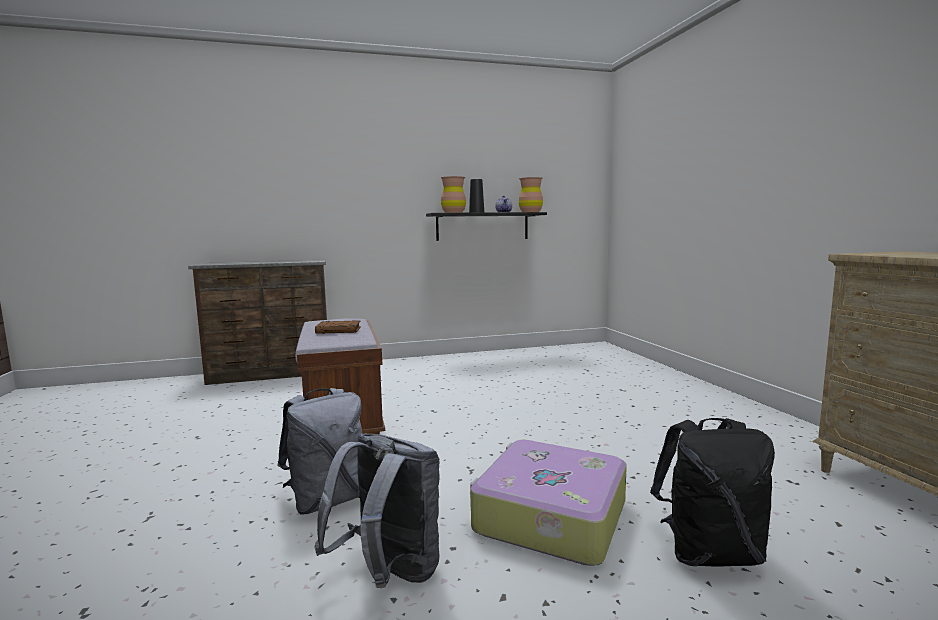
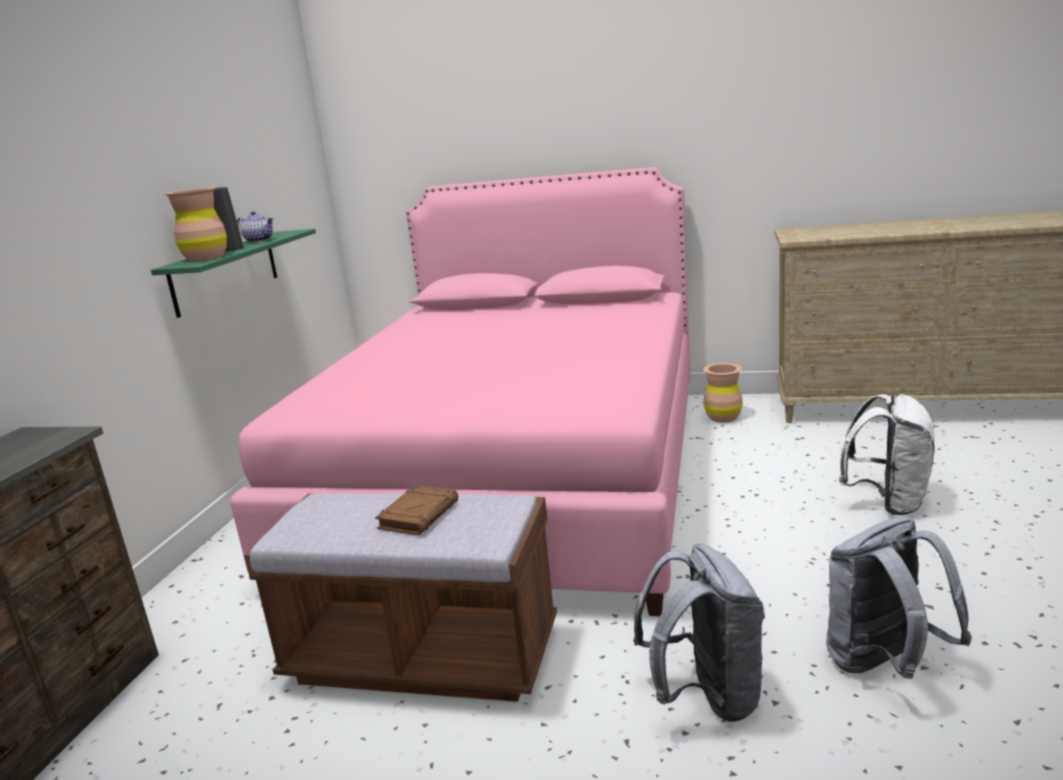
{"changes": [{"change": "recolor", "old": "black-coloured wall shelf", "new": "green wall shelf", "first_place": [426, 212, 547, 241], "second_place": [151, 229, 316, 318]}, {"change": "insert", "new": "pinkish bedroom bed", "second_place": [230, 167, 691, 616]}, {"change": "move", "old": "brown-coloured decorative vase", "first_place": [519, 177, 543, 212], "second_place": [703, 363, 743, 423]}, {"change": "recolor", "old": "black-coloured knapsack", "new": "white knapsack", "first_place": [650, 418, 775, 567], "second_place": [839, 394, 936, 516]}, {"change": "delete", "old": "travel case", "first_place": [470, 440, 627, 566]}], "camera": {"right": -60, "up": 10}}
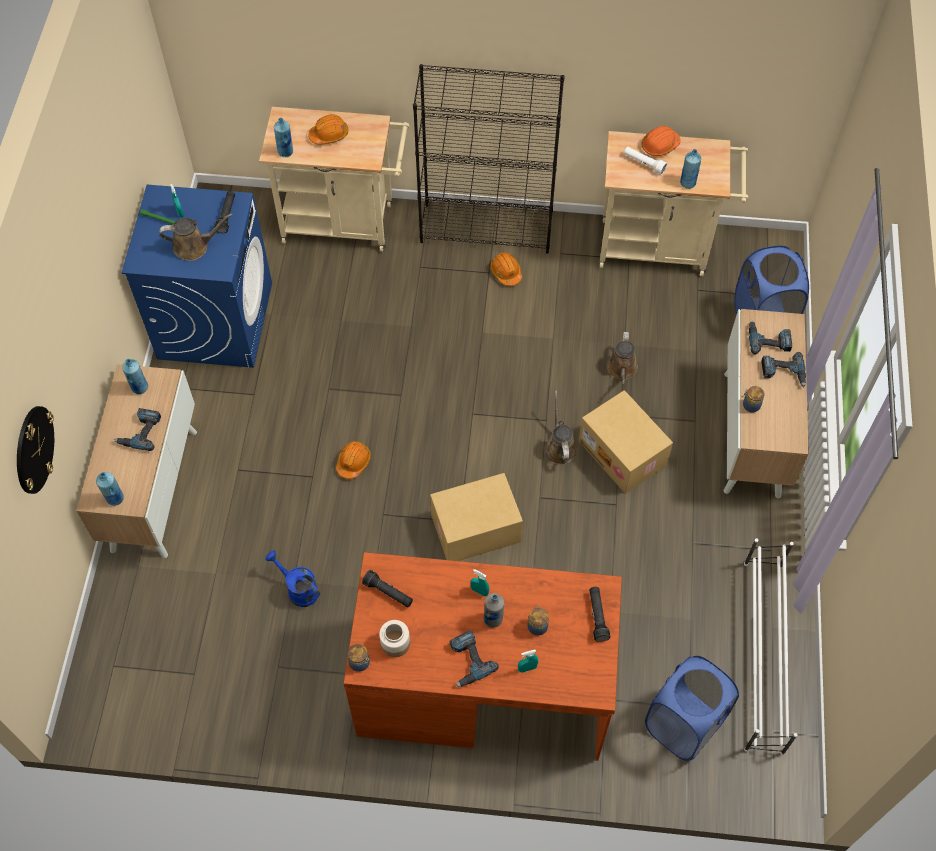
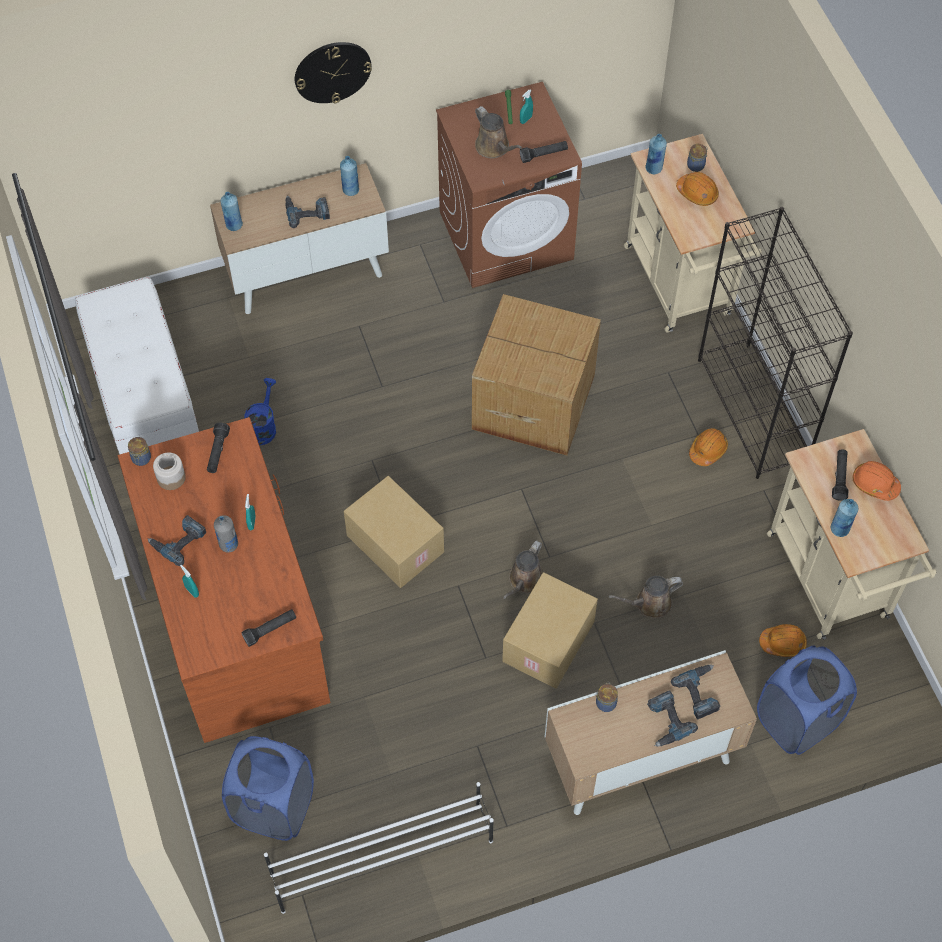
{"changes": [{"change": "insert", "new": "white indoor bench", "second_place": [75, 277, 199, 454]}, {"change": "move", "old": "clock on the wall", "first_place": [17, 406, 54, 494], "second_place": [295, 42, 372, 103]}, {"change": "recolor", "old": "blue-coloured laundry machine", "new": "brown-coloured laundry machine", "first_place": [121, 185, 272, 368], "second_place": [436, 82, 582, 288]}, {"change": "insert", "new": "cardboard box", "second_place": [472, 294, 601, 456]}, {"change": "rotate", "old": "brown-coloured sprinkling can", "first_place": [544, 390, 577, 465], "second_place": [503, 540, 544, 599], "degrees": 150}, {"change": "move", "old": "preserve jar", "first_place": [527, 606, 549, 636], "second_place": [687, 144, 708, 172]}, {"change": "move", "old": "orange-coloured safety helmet", "first_place": [336, 441, 371, 479], "second_place": [759, 624, 807, 657]}, {"change": "recolor", "old": "white flashlight", "new": "black-coloured flashlight", "first_place": [624, 147, 667, 175], "second_place": [832, 449, 849, 501]}], "camera": {"right": 65, "up": 0}}
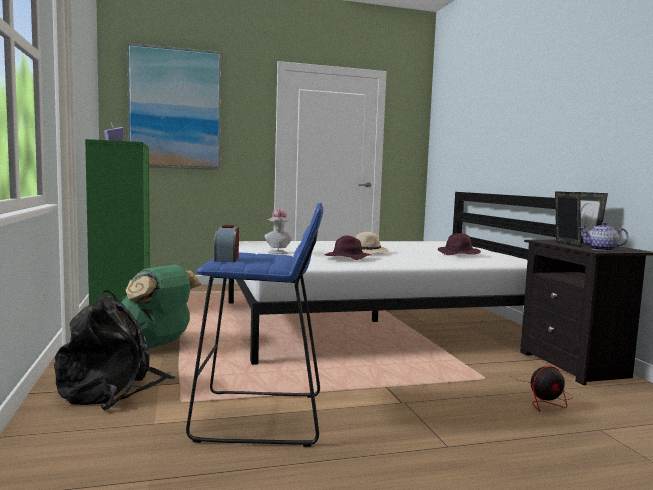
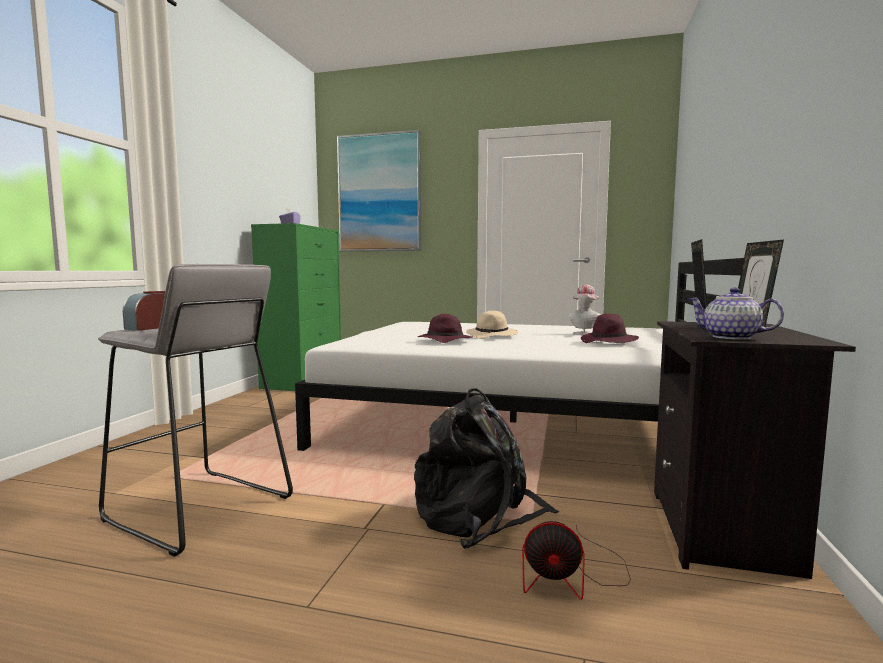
{"changes": [{"change": "recolor", "old": "blue-coloured stool", "new": "grey stool", "first_place": [186, 203, 323, 447], "second_place": [98, 264, 293, 557]}, {"change": "move", "old": "black-coloured knapsack", "first_place": [54, 290, 175, 410], "second_place": [414, 388, 559, 549]}, {"change": "move", "old": "clothing hat", "first_place": [265, 209, 293, 254], "second_place": [569, 285, 601, 335]}, {"change": "delete", "old": "green knapsack", "first_place": [121, 265, 201, 348]}], "camera": {"right": 30, "up": 0}}
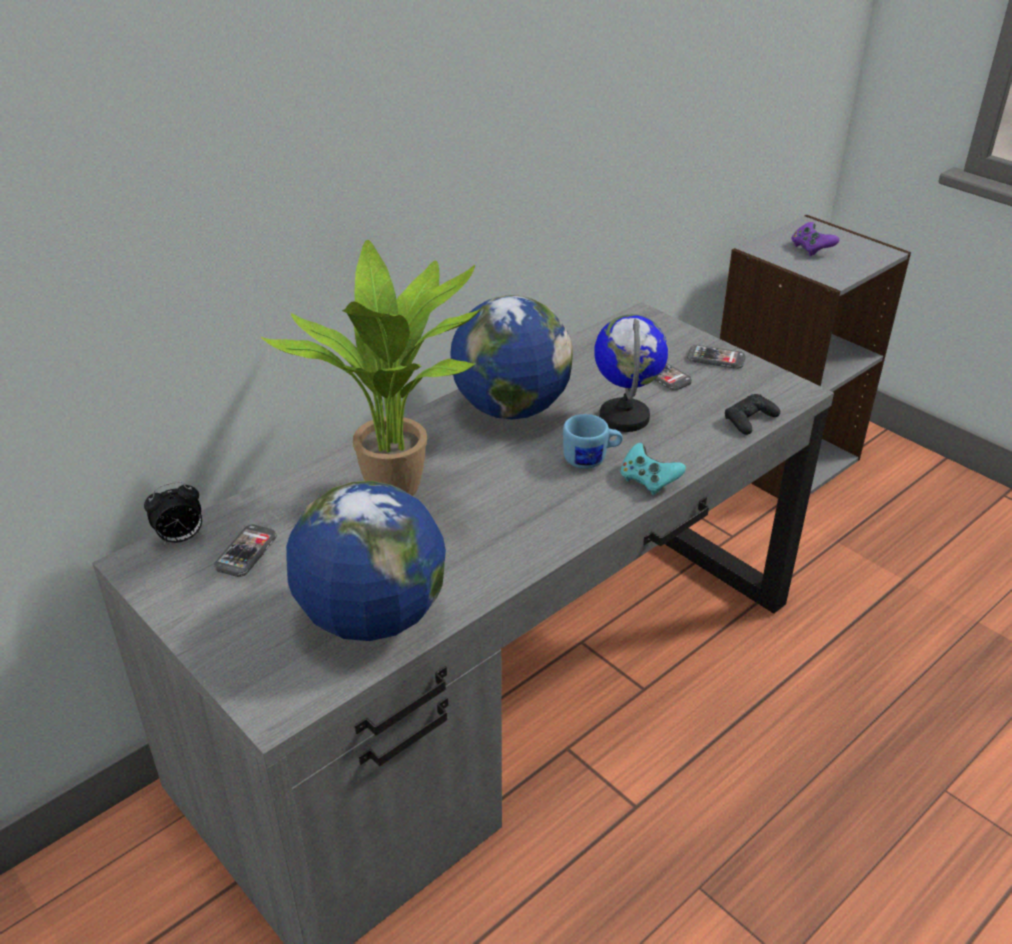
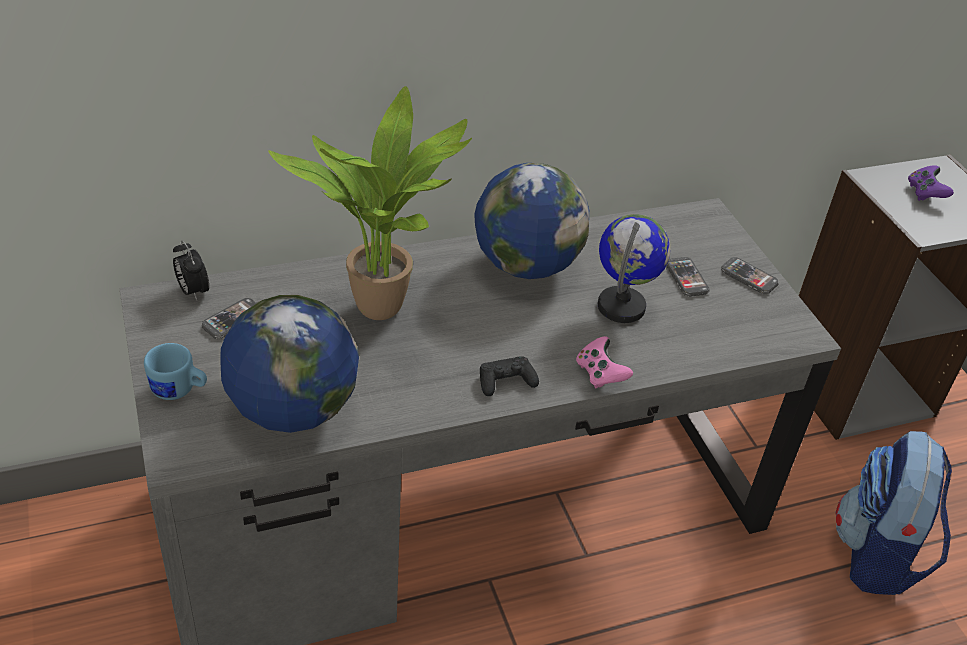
{"changes": [{"change": "move", "old": "blue-coloured tea mug", "first_place": [563, 414, 623, 469], "second_place": [144, 343, 207, 400]}, {"change": "rotate", "old": "table clock", "first_place": [144, 481, 202, 545], "second_place": [173, 240, 209, 300], "degrees": 60}, {"change": "move", "old": "black-coloured gamepad", "first_place": [725, 394, 780, 435], "second_place": [480, 356, 539, 396]}, {"change": "recolor", "old": "turquoise gamepad", "new": "pinkish gamepad", "first_place": [620, 443, 686, 495], "second_place": [576, 336, 633, 388]}, {"change": "insert", "new": "knapsack", "second_place": [835, 431, 952, 595]}], "camera": {"right": 20, "up": 5}}
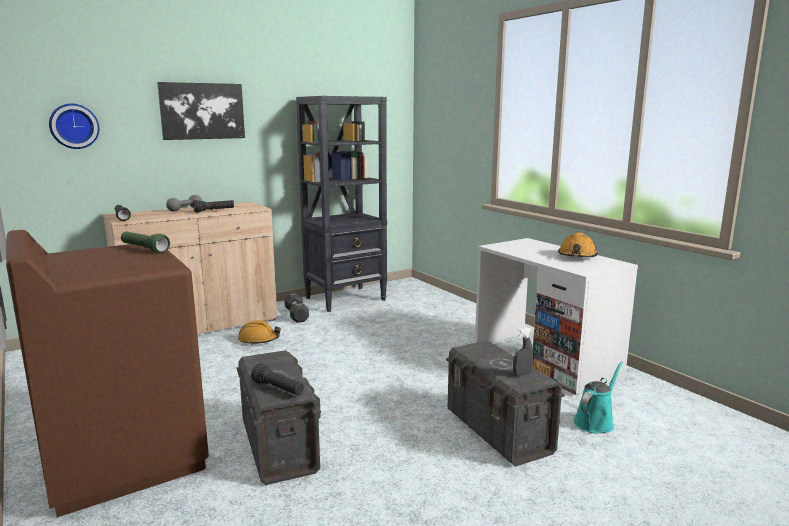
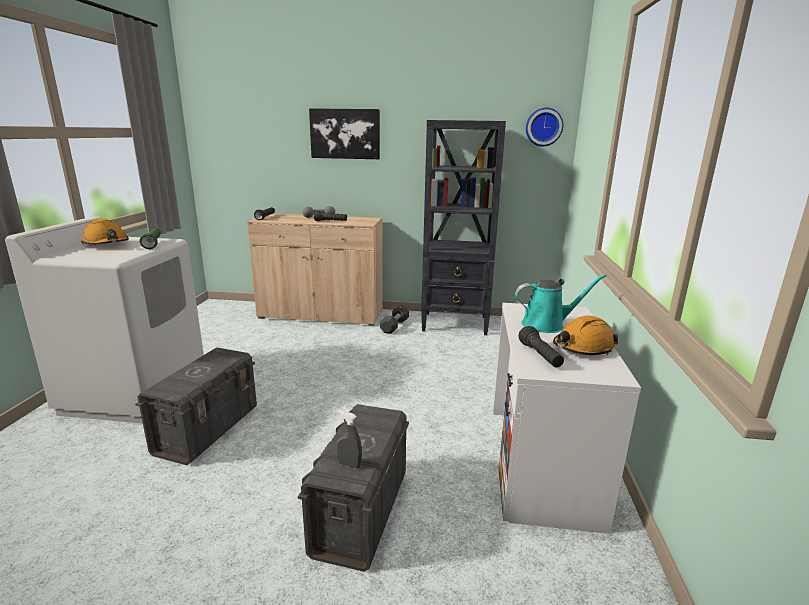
{"changes": [{"change": "recolor", "old": "brown-coloured laundry machine", "new": "white laundry machine", "first_place": [6, 230, 209, 517], "second_place": [5, 217, 204, 424]}, {"change": "move", "old": "orange-coloured safety helmet", "first_place": [238, 320, 281, 345], "second_place": [81, 218, 129, 245]}, {"change": "move", "old": "turquoise sprinkling can", "first_place": [573, 362, 623, 434], "second_place": [515, 274, 607, 333]}, {"change": "move", "old": "black-coloured flashlight", "first_place": [251, 364, 304, 395], "second_place": [519, 326, 564, 367]}, {"change": "move", "old": "clock on the wall", "first_place": [49, 104, 99, 149], "second_place": [526, 108, 563, 146]}], "camera": {"right": 40, "up": 5}}
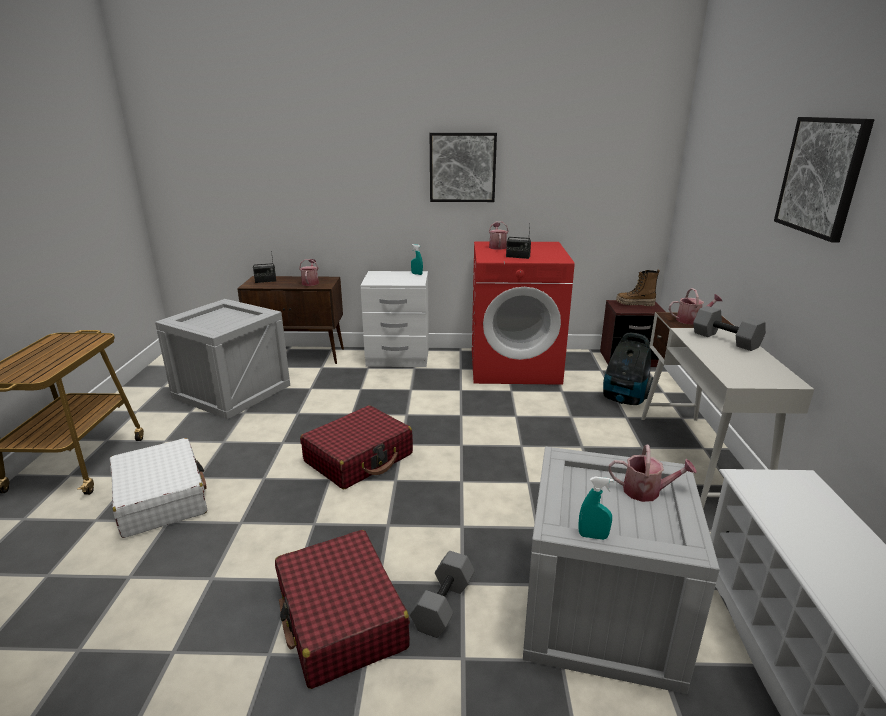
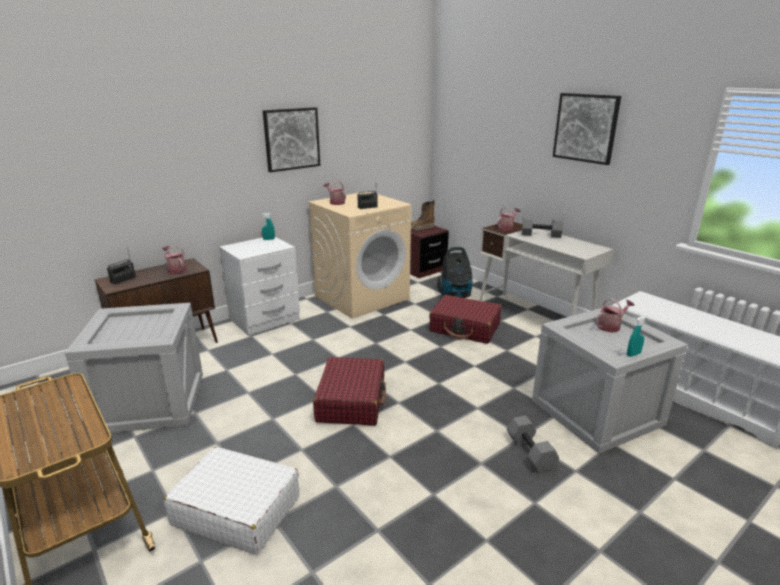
{"changes": [{"change": "recolor", "old": "reddish laundry machine", "new": "beige-coloured laundry machine", "first_place": [472, 241, 575, 385], "second_place": [308, 191, 411, 319]}, {"change": "move", "old": "reddish travel case", "first_place": [275, 530, 410, 689], "second_place": [429, 295, 502, 344]}], "camera": {"right": -40, "up": 0}}
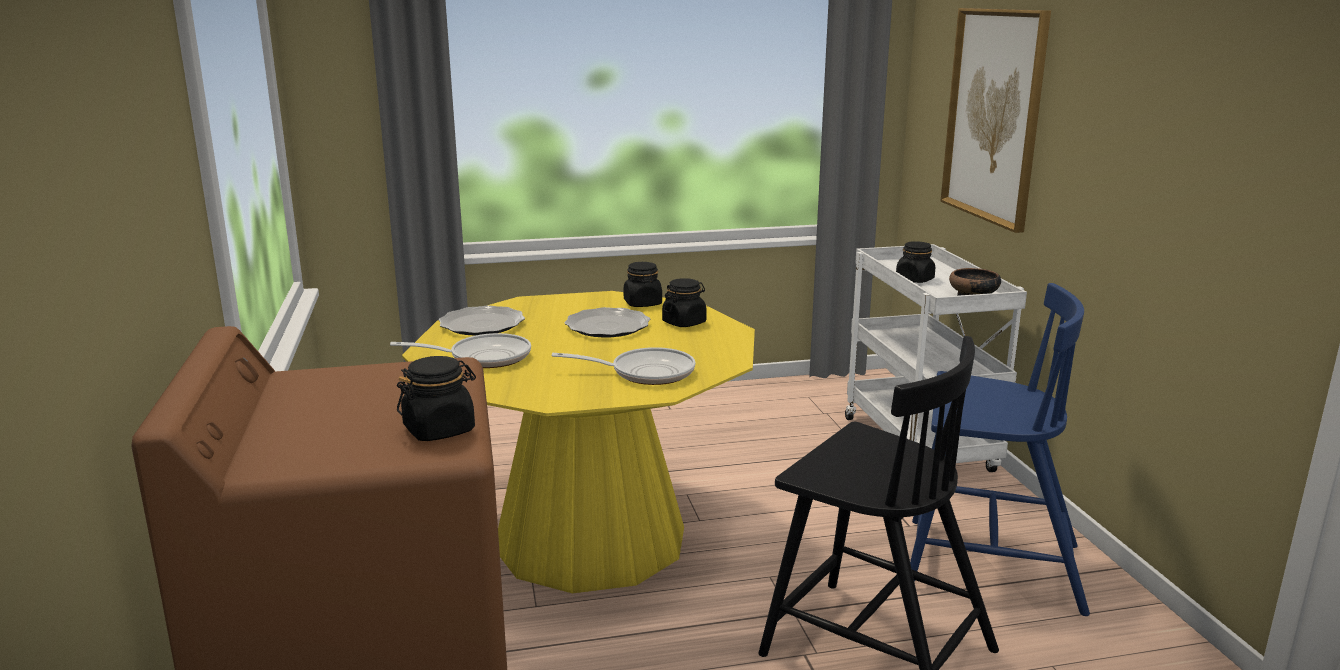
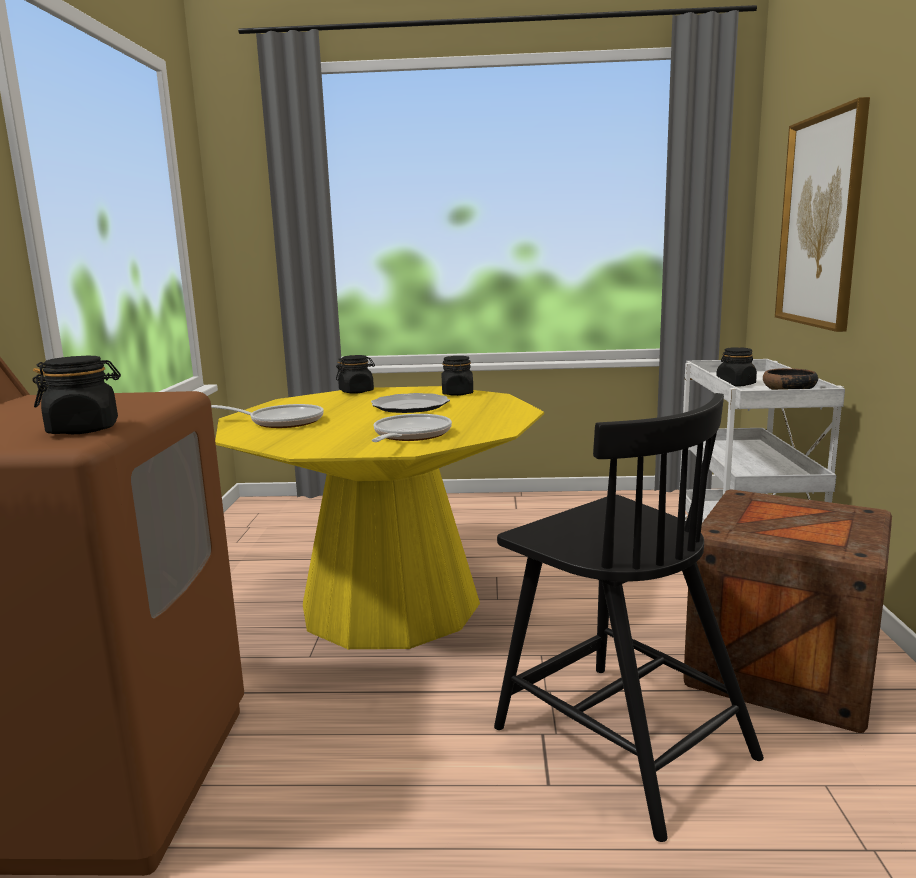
{"changes": [{"change": "move", "old": "black-coloured preserve jar", "first_place": [662, 278, 707, 327], "second_place": [336, 355, 375, 394]}, {"change": "rotate", "old": "frying pan", "first_place": [552, 347, 695, 385], "second_place": [372, 414, 452, 442], "degrees": -90}, {"change": "replace", "old": "blue-coloured upright chair", "new": "crate", "first_place": [910, 283, 1090, 616], "second_place": [683, 489, 892, 733]}, {"change": "delete", "old": "dinner plate", "first_place": [439, 305, 525, 335]}], "camera": {"right": 15, "up": -5}}
